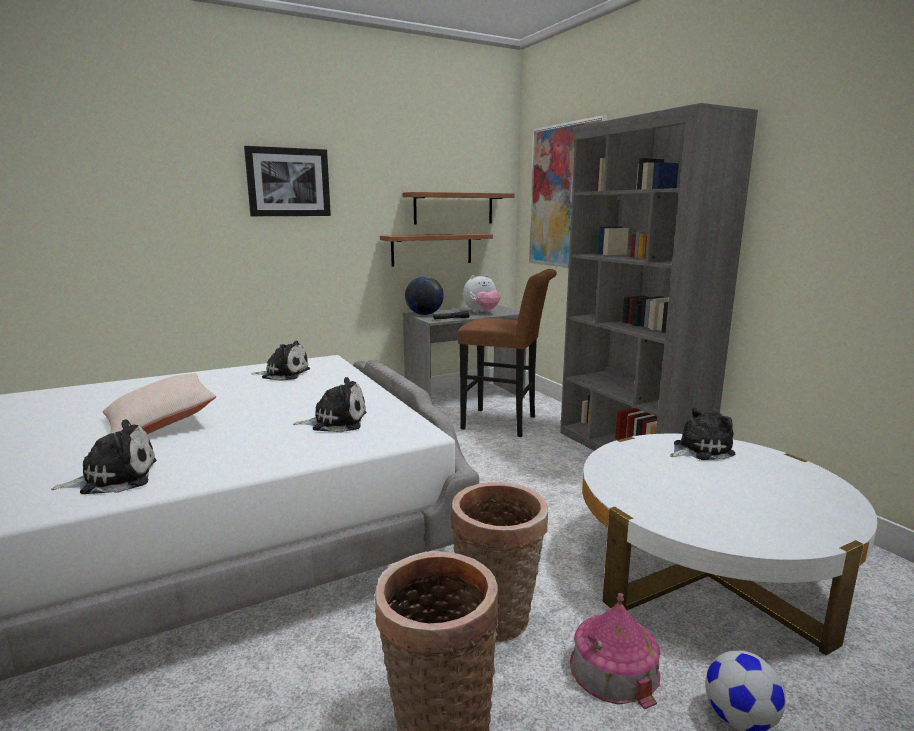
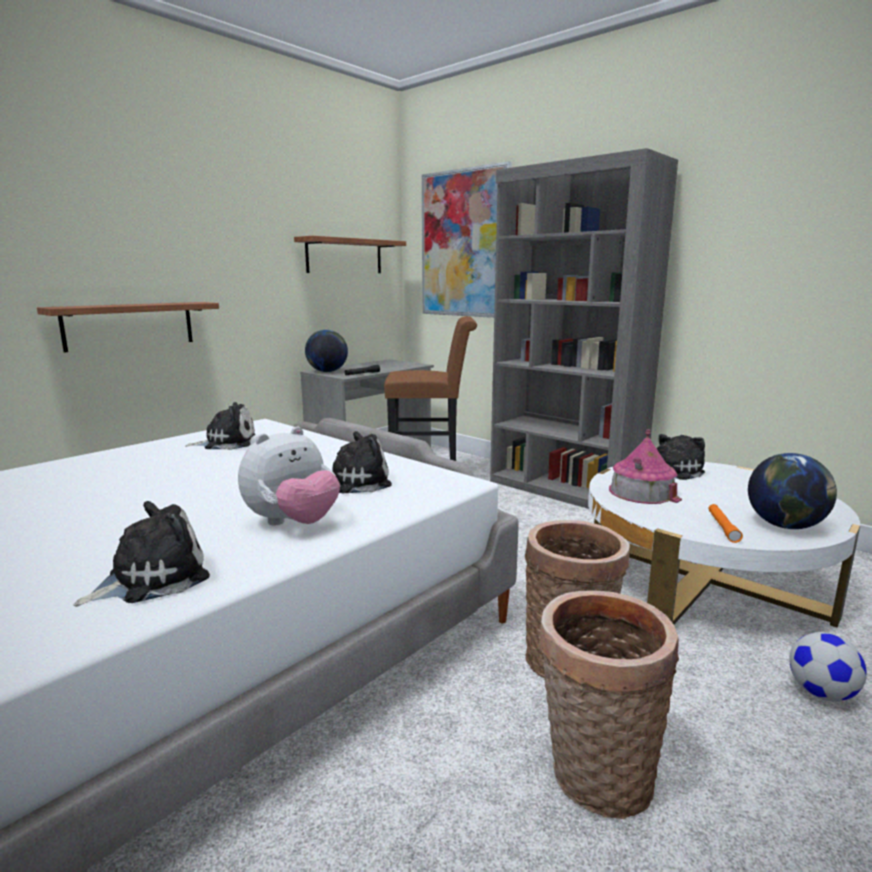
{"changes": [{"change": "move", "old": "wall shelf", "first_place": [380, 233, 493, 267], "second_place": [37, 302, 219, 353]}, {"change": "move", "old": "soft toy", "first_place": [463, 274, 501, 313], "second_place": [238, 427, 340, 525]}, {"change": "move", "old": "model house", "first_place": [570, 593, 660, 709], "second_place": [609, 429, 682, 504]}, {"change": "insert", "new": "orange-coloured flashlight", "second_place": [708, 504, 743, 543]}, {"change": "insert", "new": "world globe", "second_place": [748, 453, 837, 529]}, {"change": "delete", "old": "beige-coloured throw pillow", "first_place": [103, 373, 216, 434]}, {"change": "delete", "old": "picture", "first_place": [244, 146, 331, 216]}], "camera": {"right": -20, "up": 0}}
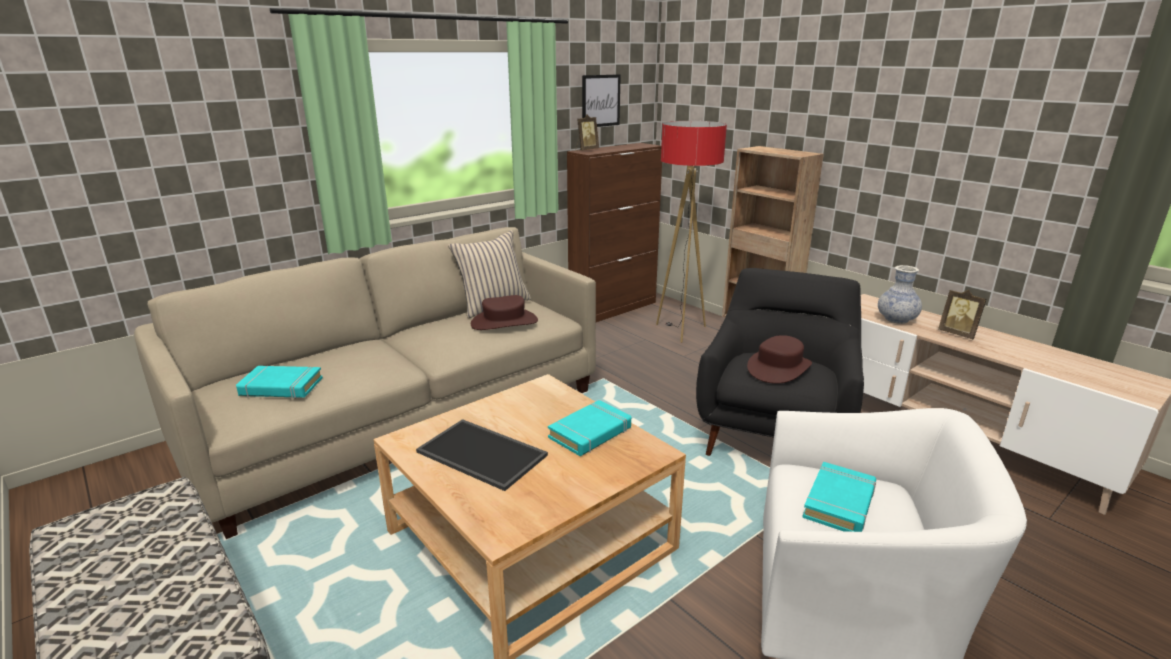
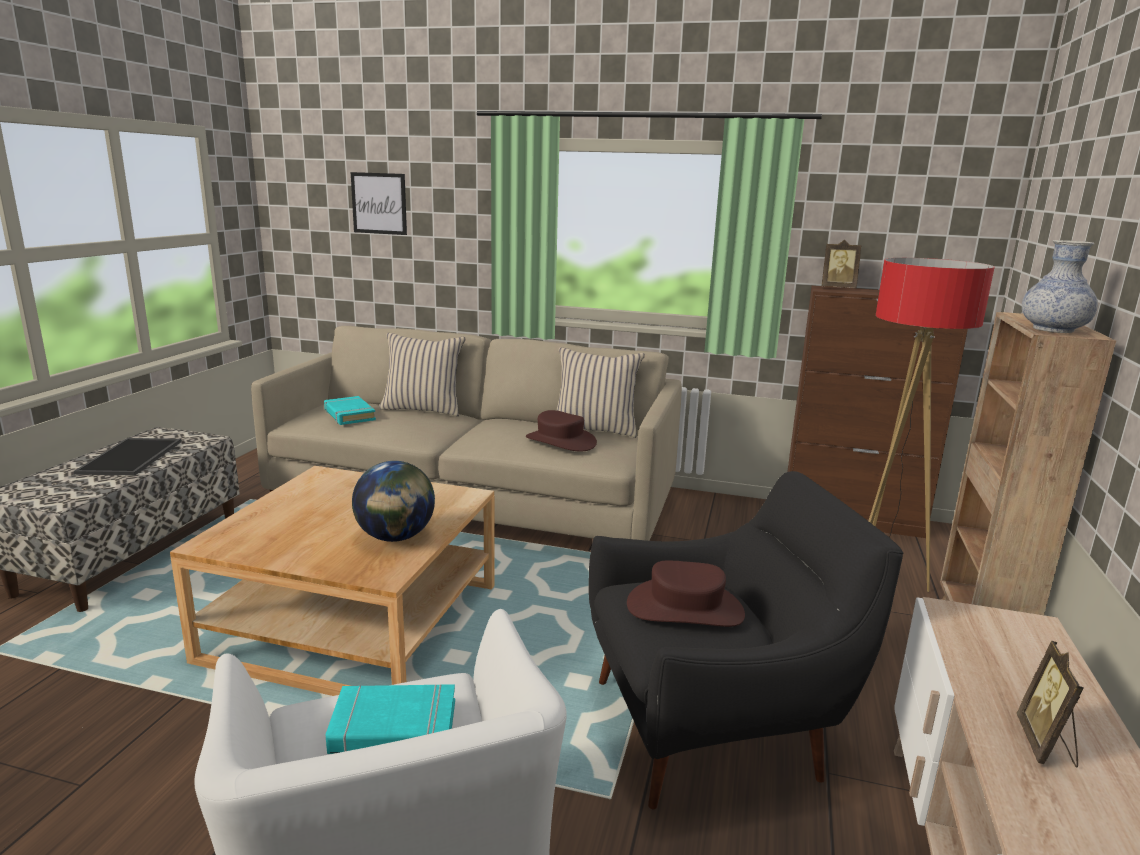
{"changes": [{"change": "move", "old": "carrying tray", "first_place": [416, 419, 548, 491], "second_place": [74, 438, 182, 476]}, {"change": "move", "old": "picture", "first_place": [582, 74, 621, 127], "second_place": [351, 172, 407, 235]}, {"change": "replace", "old": "turquoise book", "new": "world globe", "first_place": [548, 400, 631, 456], "second_place": [352, 461, 435, 542]}, {"change": "insert", "new": "beige-coloured throw pillow", "second_place": [379, 333, 465, 416]}, {"change": "move", "old": "decorative vase", "first_place": [878, 265, 922, 324], "second_place": [1022, 240, 1098, 333]}], "camera": {"right": 55, "up": -5}}
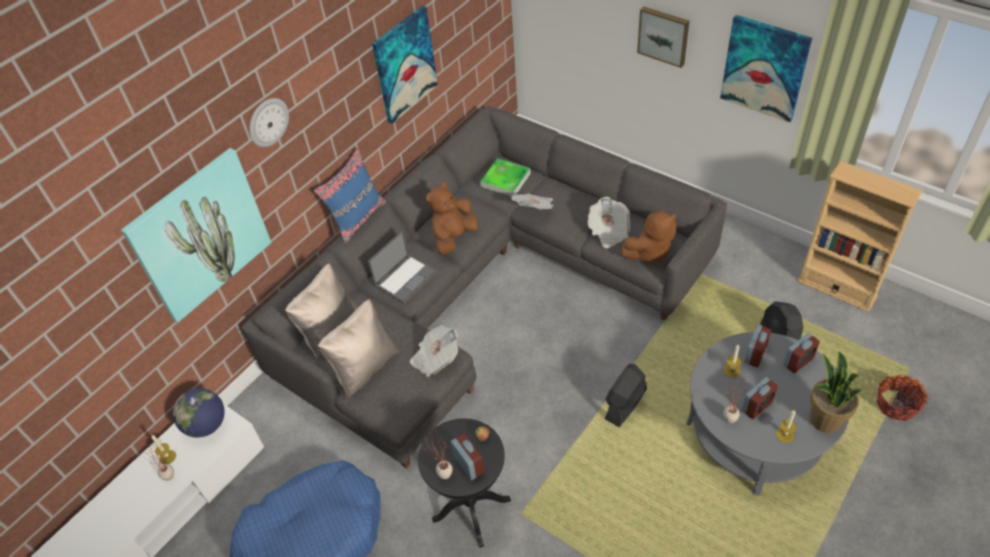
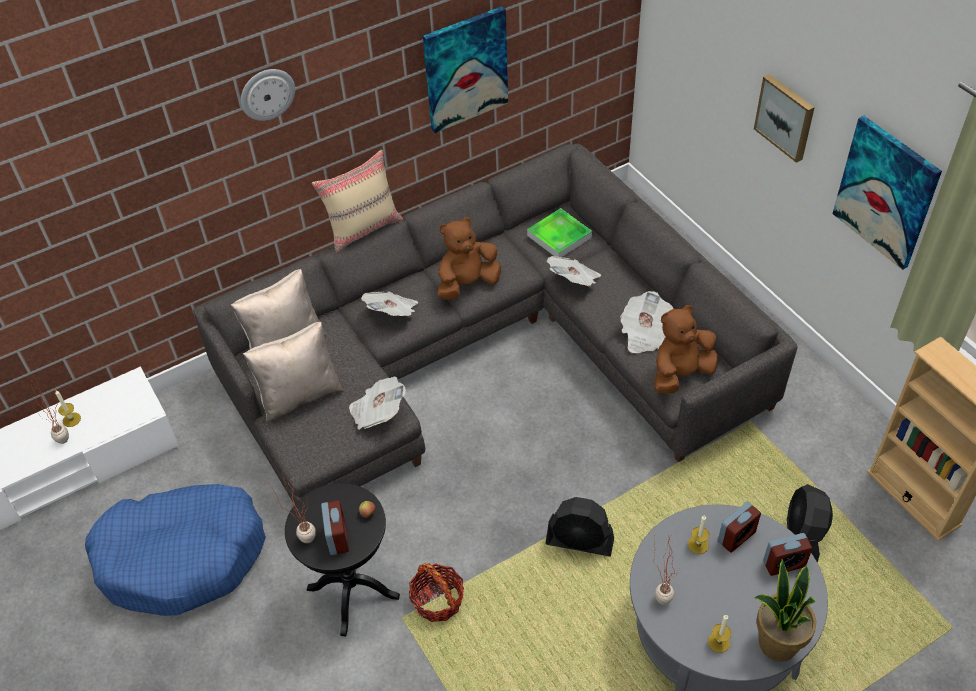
{"changes": [{"change": "recolor", "old": "blue-coloured throw pillow", "new": "beige-coloured throw pillow", "first_place": [313, 148, 386, 243], "second_place": [312, 150, 403, 253]}, {"change": "replace", "old": "laptop", "new": "daily paper", "first_place": [368, 230, 438, 304], "second_place": [361, 291, 418, 316]}, {"change": "move", "old": "basket", "first_place": [876, 375, 928, 421], "second_place": [409, 563, 464, 622]}, {"change": "rotate", "old": "black-coloured electric fan", "first_place": [605, 364, 647, 427], "second_place": [545, 497, 614, 556], "degrees": -135}, {"change": "rotate", "old": "brown-coloured soft toy", "first_place": [621, 211, 676, 264], "second_place": [654, 305, 718, 393], "degrees": 150}, {"change": "delete", "old": "picture", "first_place": [121, 148, 272, 323]}, {"change": "delete", "old": "world globe", "first_place": [173, 388, 225, 438]}, {"change": "delete", "old": "table clock", "first_place": [742, 377, 778, 419]}], "camera": {"right": 20, "up": 0}}
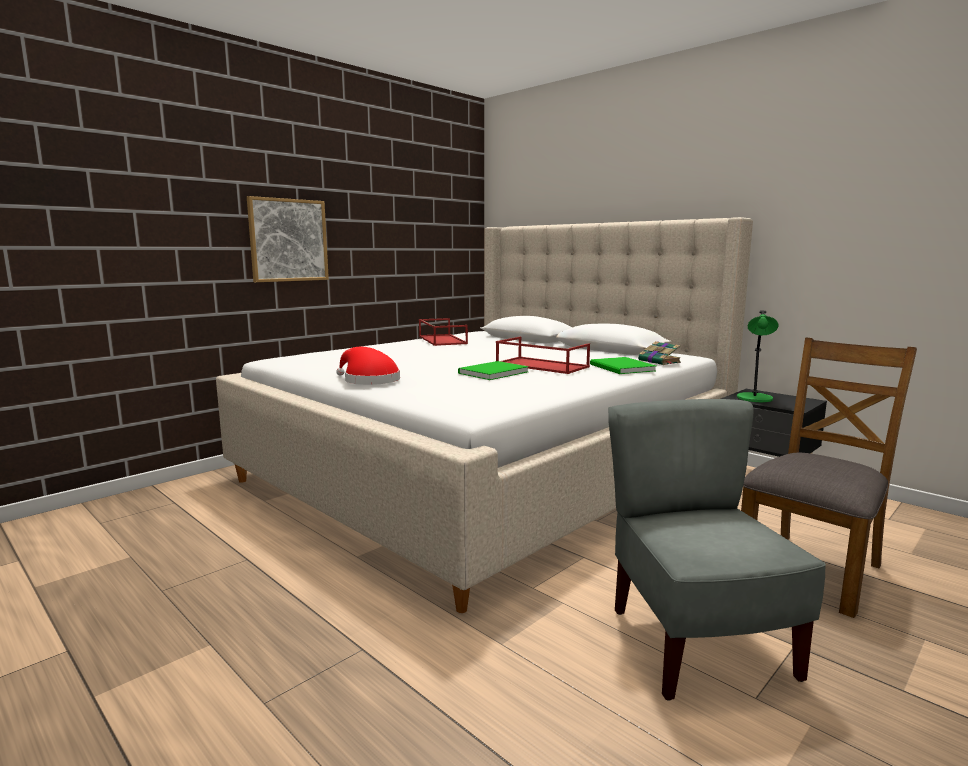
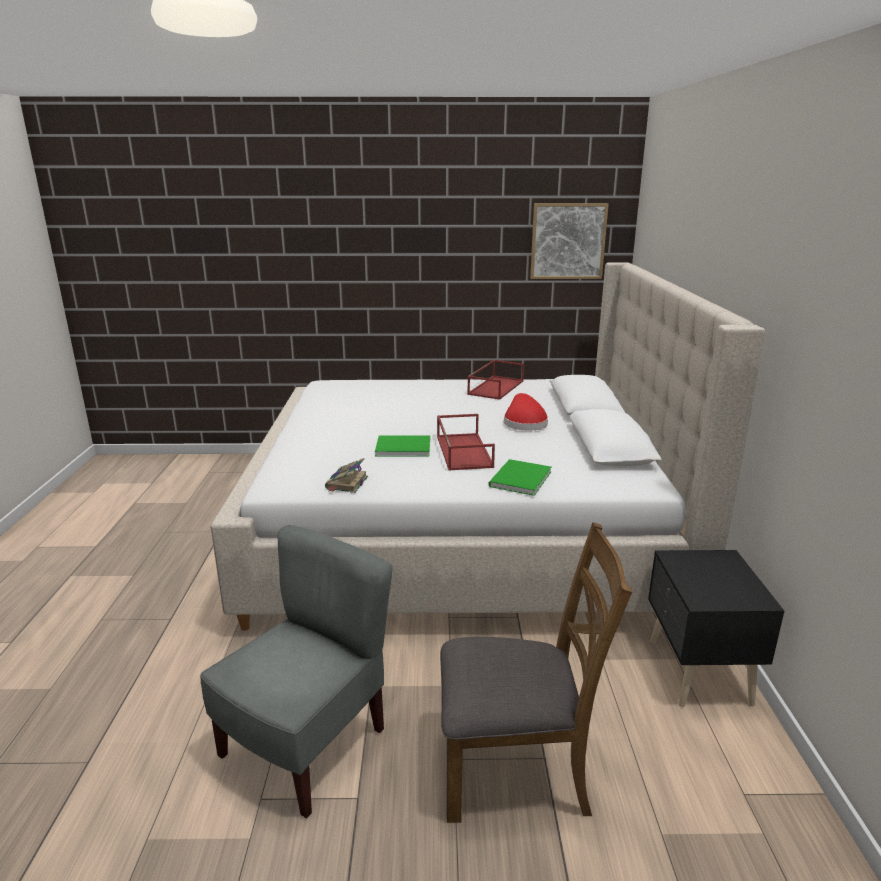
{"changes": [{"change": "move", "old": "book", "first_place": [638, 341, 681, 365], "second_place": [325, 458, 368, 493]}, {"change": "move", "old": "reddish clothing hat", "first_place": [336, 347, 400, 385], "second_place": [504, 393, 548, 431]}, {"change": "move", "old": "picture", "first_place": [247, 196, 329, 282], "second_place": [530, 203, 609, 279]}, {"change": "delete", "old": "green tabletop lamp", "first_place": [737, 311, 779, 402]}], "camera": {"right": 45, "up": 10}}
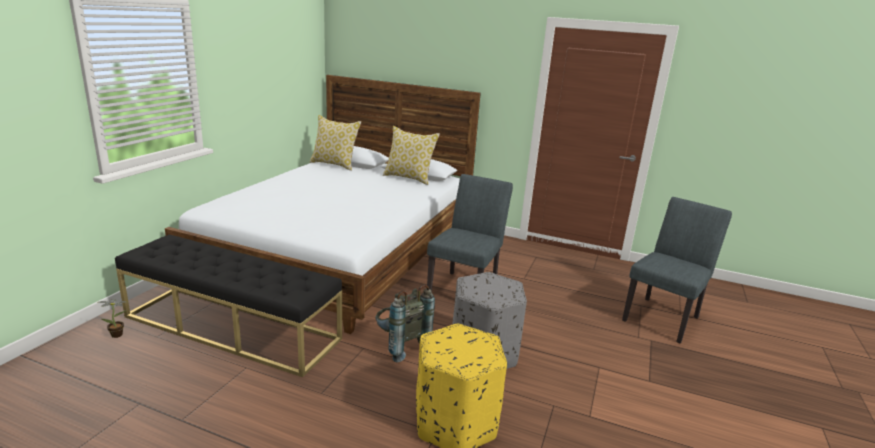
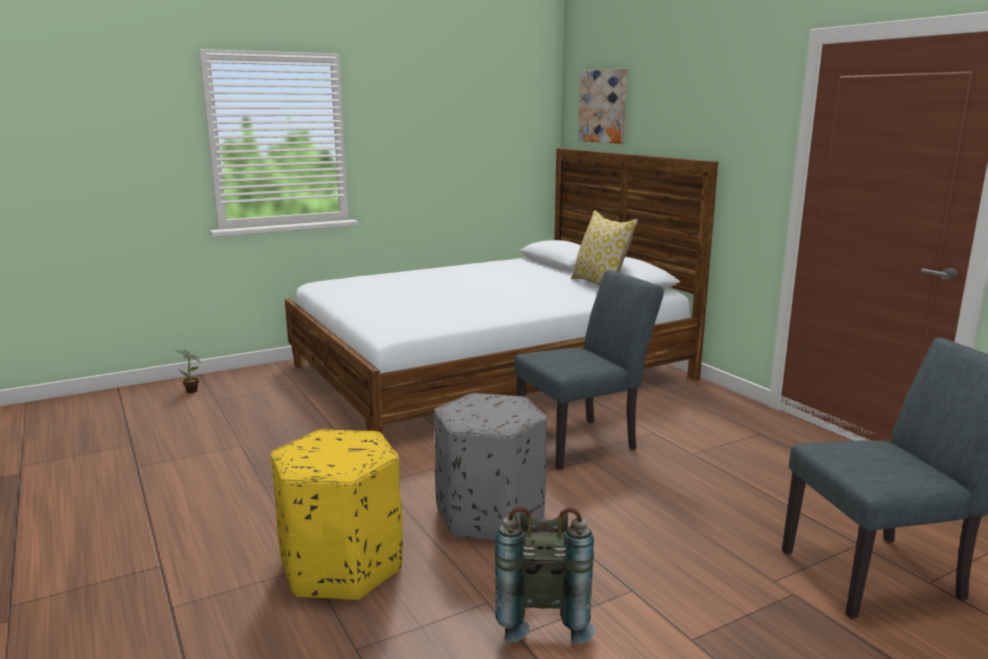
{"changes": [{"change": "move", "old": "grey knapsack", "first_place": [375, 285, 435, 363], "second_place": [495, 507, 595, 644]}, {"change": "insert", "new": "picture", "second_place": [578, 68, 627, 144]}, {"change": "delete", "old": "black-coloured indoor bench", "first_place": [115, 234, 342, 377]}, {"change": "delete", "old": "throw pillow", "first_place": [310, 115, 361, 171]}], "camera": {"right": 40, "up": -5}}
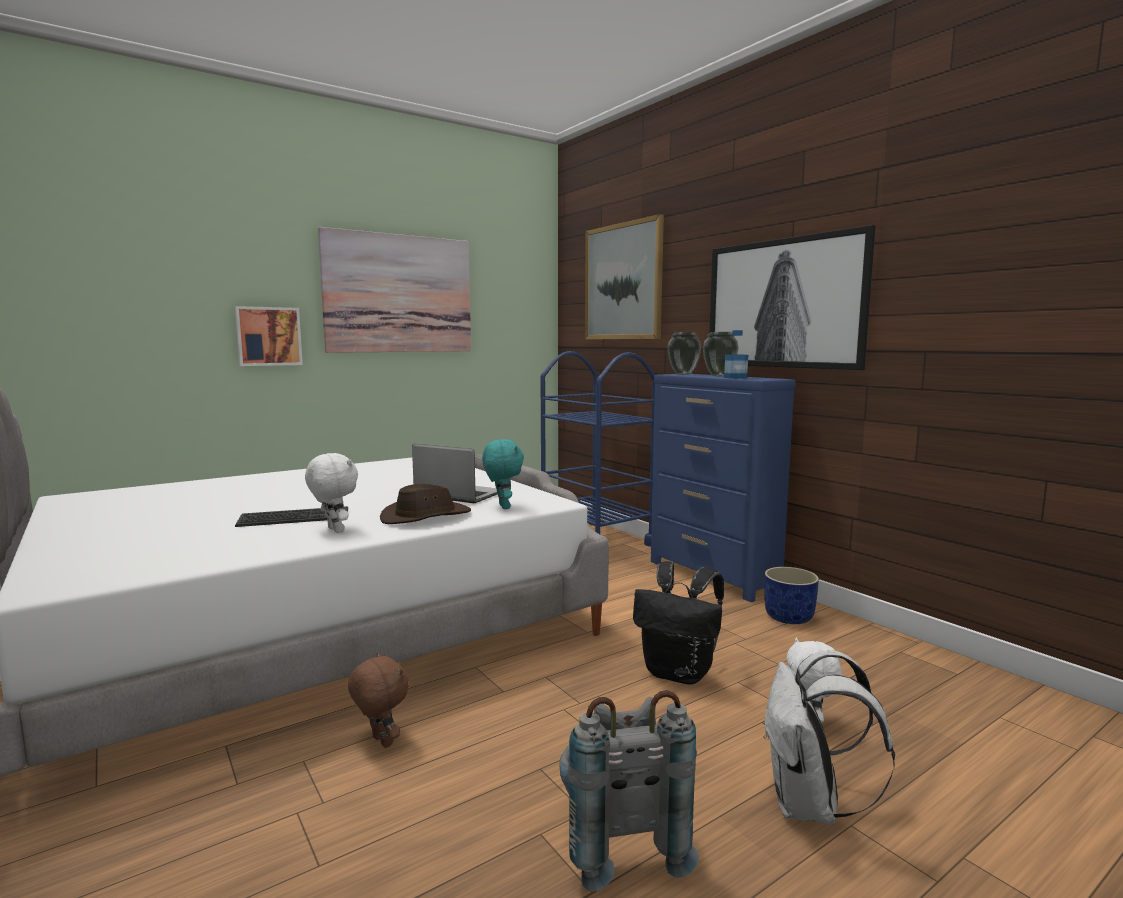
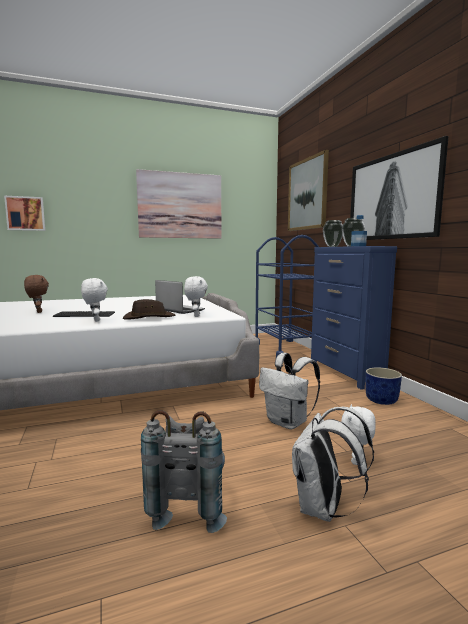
{"changes": [{"change": "move", "old": "picture", "first_place": [235, 306, 303, 366], "second_place": [4, 196, 45, 231]}, {"change": "move", "old": "brown-coloured soft toy", "first_place": [348, 652, 409, 748], "second_place": [24, 275, 49, 313]}, {"change": "recolor", "old": "turquoise soft toy", "new": "white soft toy", "first_place": [482, 439, 524, 509], "second_place": [184, 276, 208, 317]}, {"change": "recolor", "old": "black-coloured knapsack", "new": "white knapsack", "first_place": [633, 561, 724, 685], "second_place": [259, 353, 320, 429]}], "camera": {"right": 15, "up": 0}}
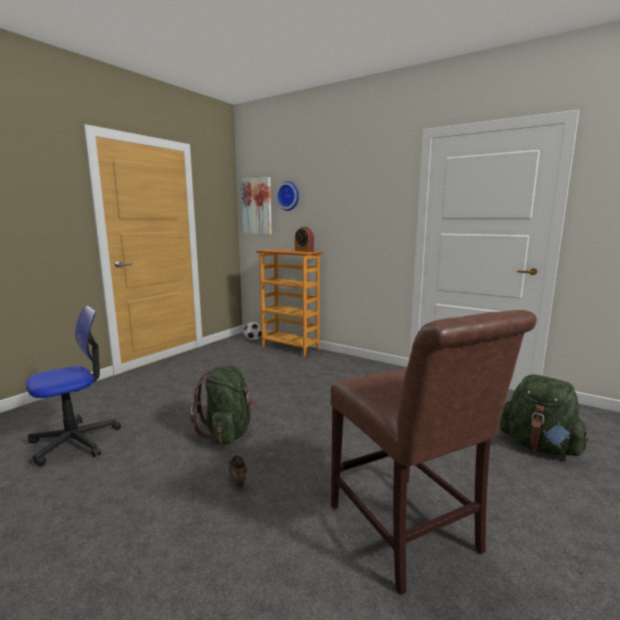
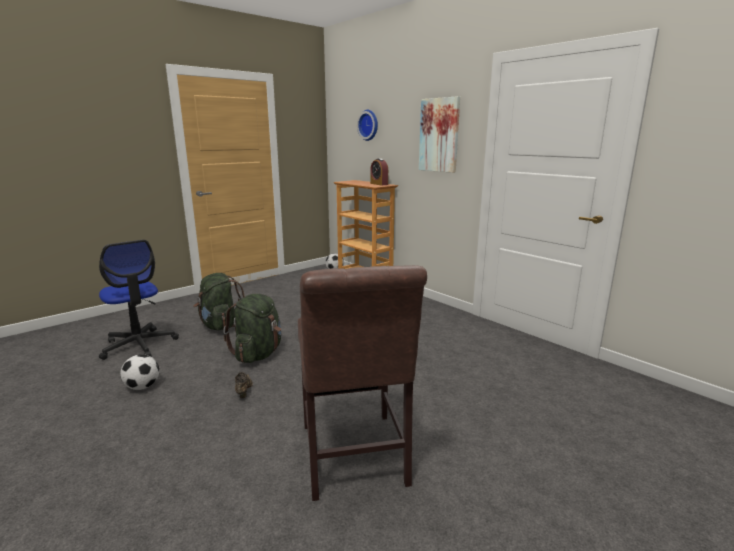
{"changes": [{"change": "rotate", "old": "computer chair", "first_place": [26, 306, 121, 466], "second_place": [99, 240, 179, 360], "degrees": 75}, {"change": "insert", "new": "football", "second_place": [120, 354, 159, 390]}, {"change": "move", "old": "green knapsack", "first_place": [499, 374, 590, 456], "second_place": [193, 273, 245, 330]}, {"change": "move", "old": "picture", "first_place": [241, 177, 272, 234], "second_place": [419, 96, 460, 173]}], "camera": {"right": 15, "up": 5}}
